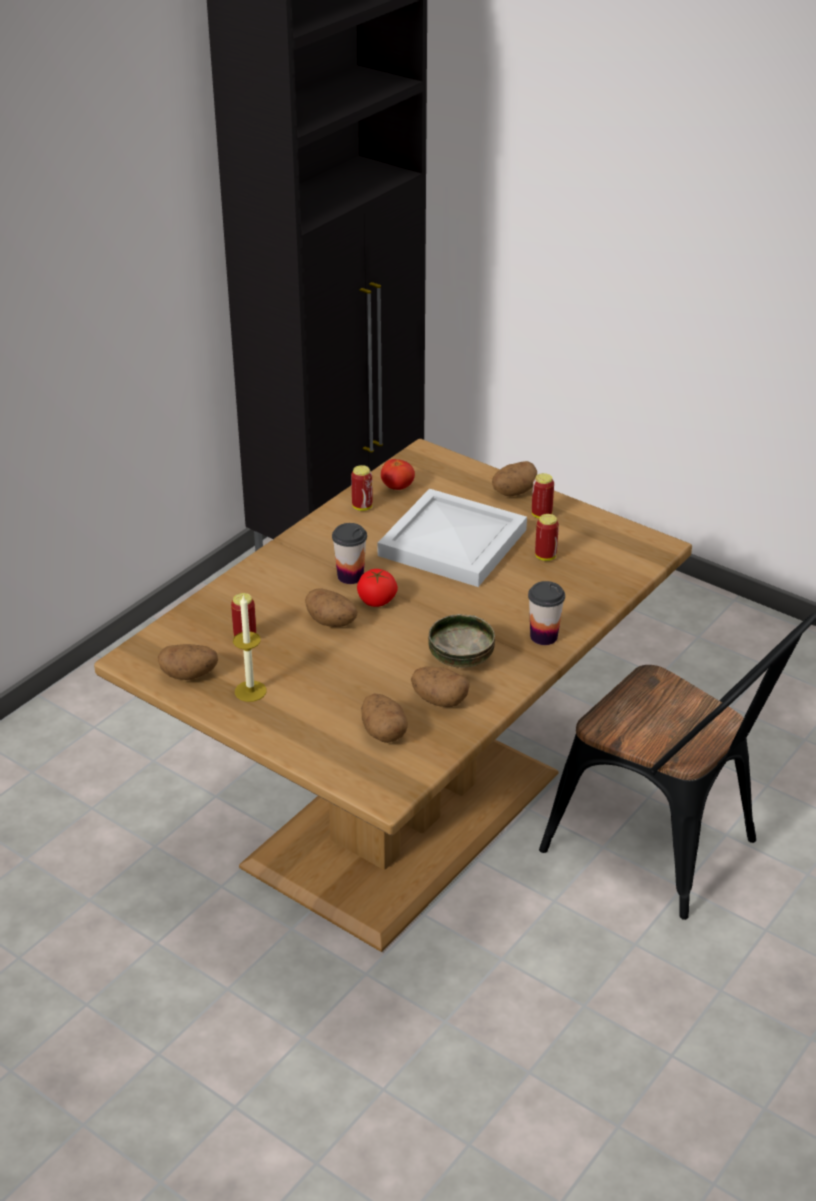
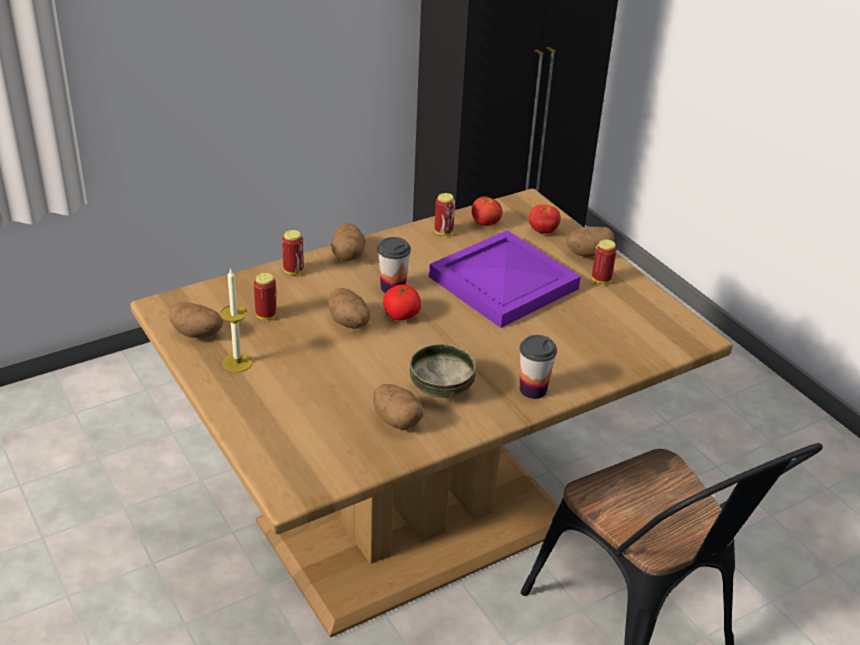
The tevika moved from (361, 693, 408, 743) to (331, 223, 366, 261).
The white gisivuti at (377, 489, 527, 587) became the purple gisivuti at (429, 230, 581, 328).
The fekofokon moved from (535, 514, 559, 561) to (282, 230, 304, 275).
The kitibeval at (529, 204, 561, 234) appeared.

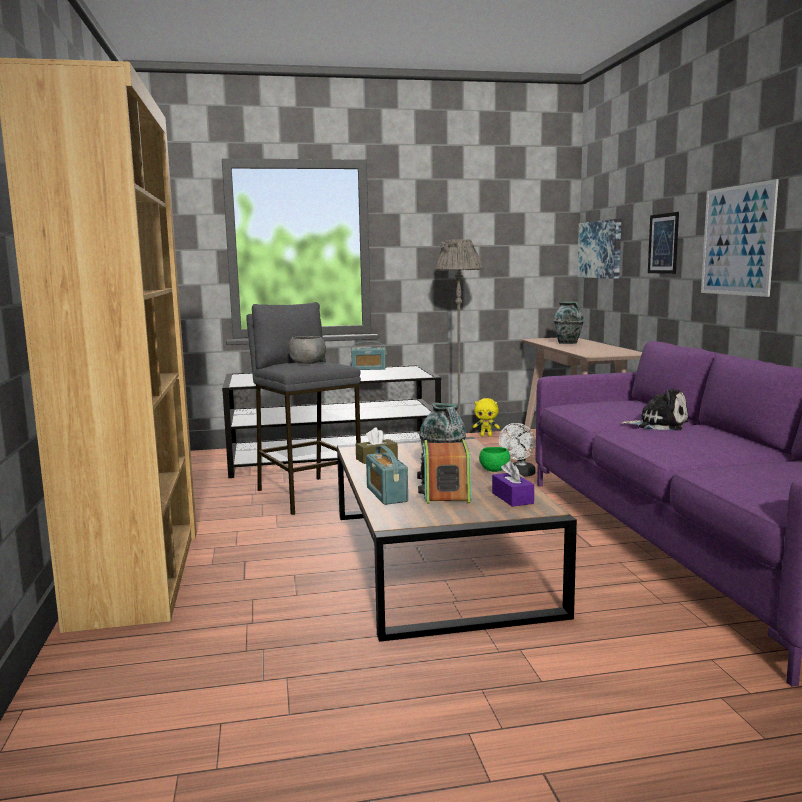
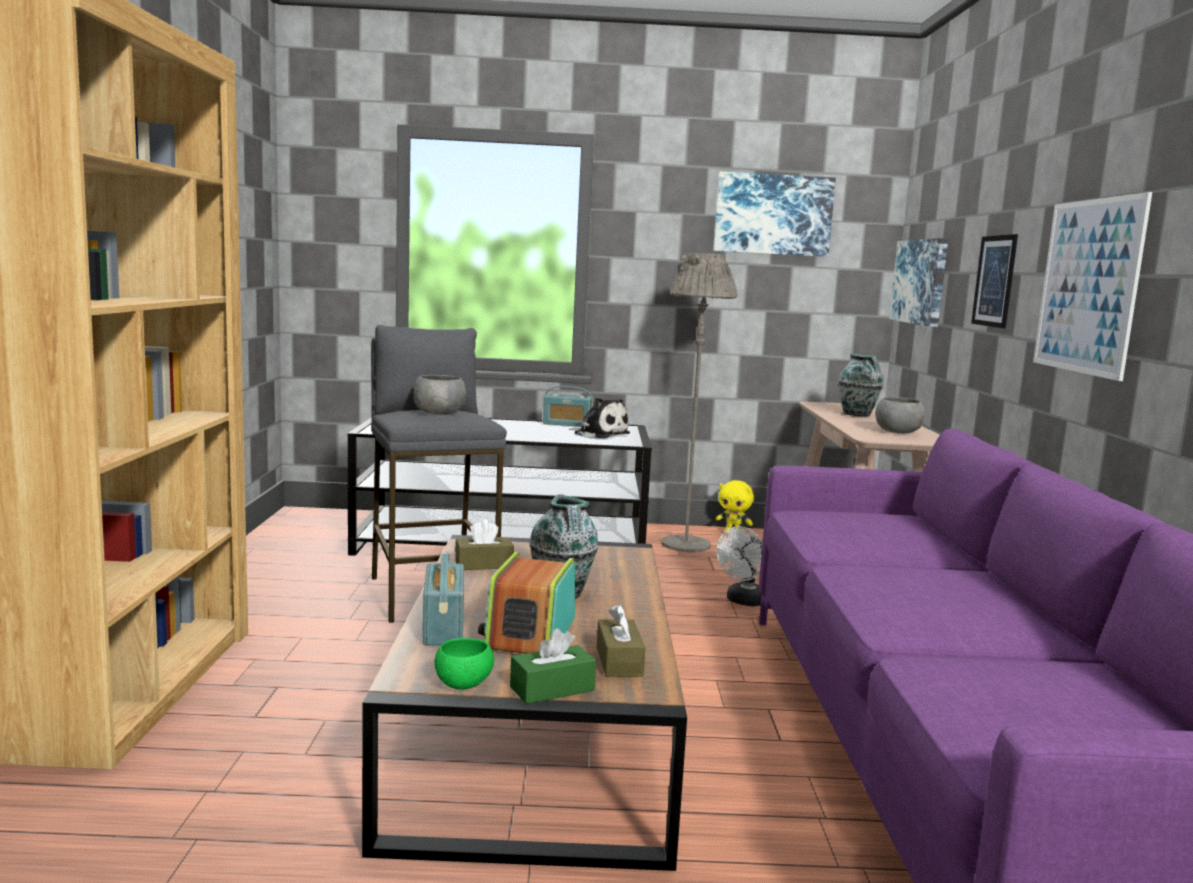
The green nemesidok moved from (479, 447, 510, 472) to (434, 638, 494, 689).
The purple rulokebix at (492, 461, 534, 507) became the brown rulokebix at (597, 604, 646, 677).
The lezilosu moved from (621, 388, 688, 430) to (569, 398, 630, 439).
The green rulokebix at (510, 628, 596, 704) appeared.
The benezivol at (713, 172, 836, 257) appeared.
The grey nemesidok at (875, 397, 925, 434) appeared.

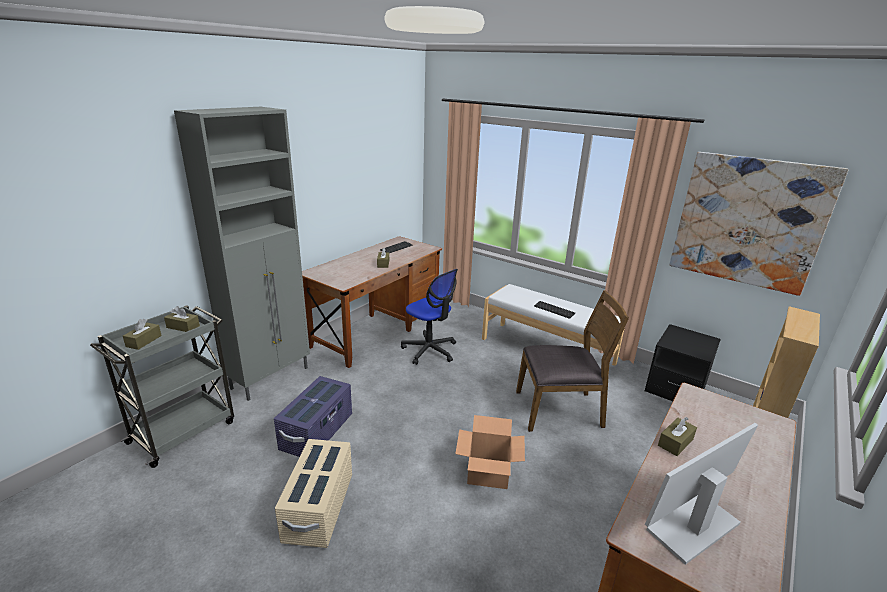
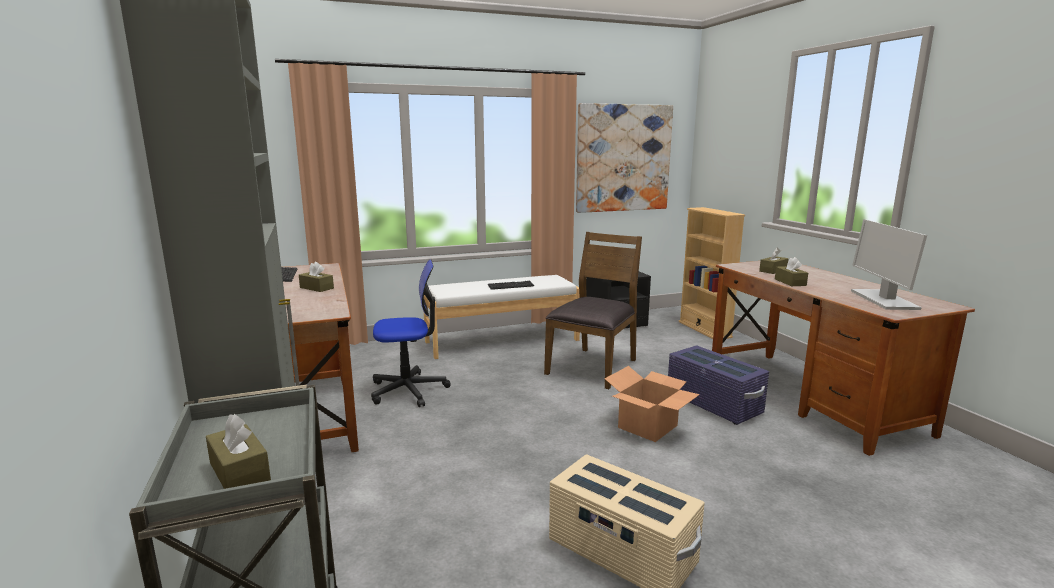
The brown rulokebix moved from (164, 306, 200, 332) to (759, 248, 789, 274).
The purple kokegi moved from (274, 376, 352, 457) to (668, 346, 769, 425).

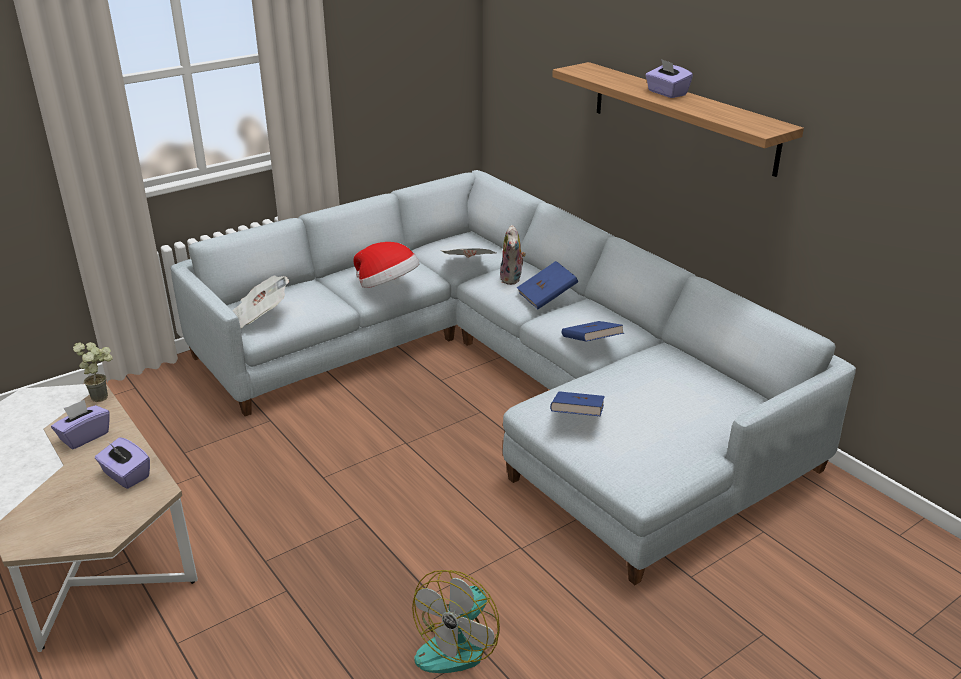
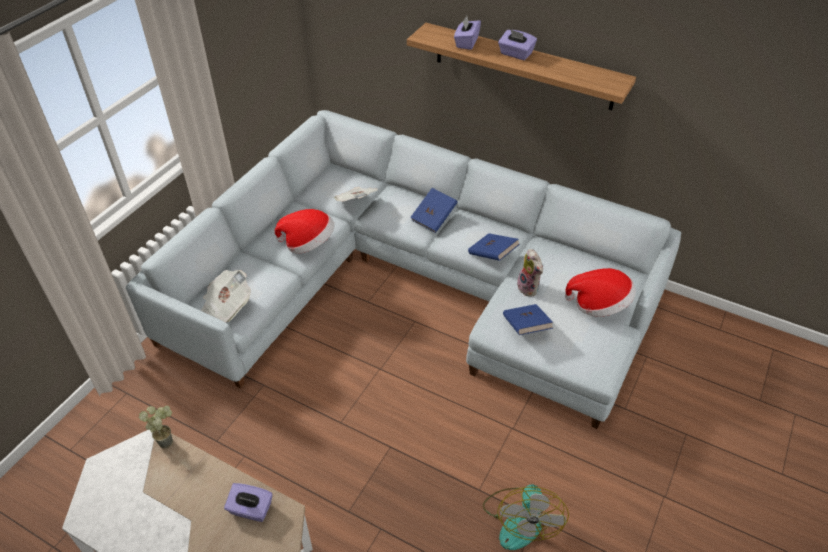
The purple rulokebix moved from (51, 399, 110, 450) to (454, 16, 481, 50).
The lezilosu moved from (500, 225, 526, 285) to (517, 249, 543, 297).
The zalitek at (565, 268, 636, 317) appeared.

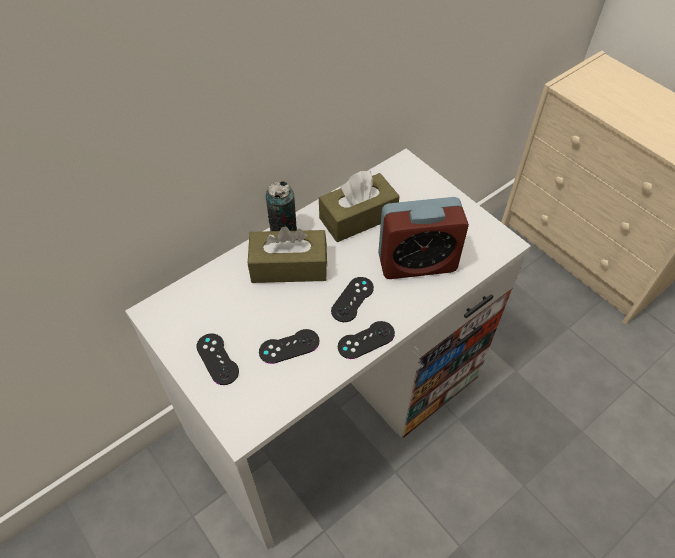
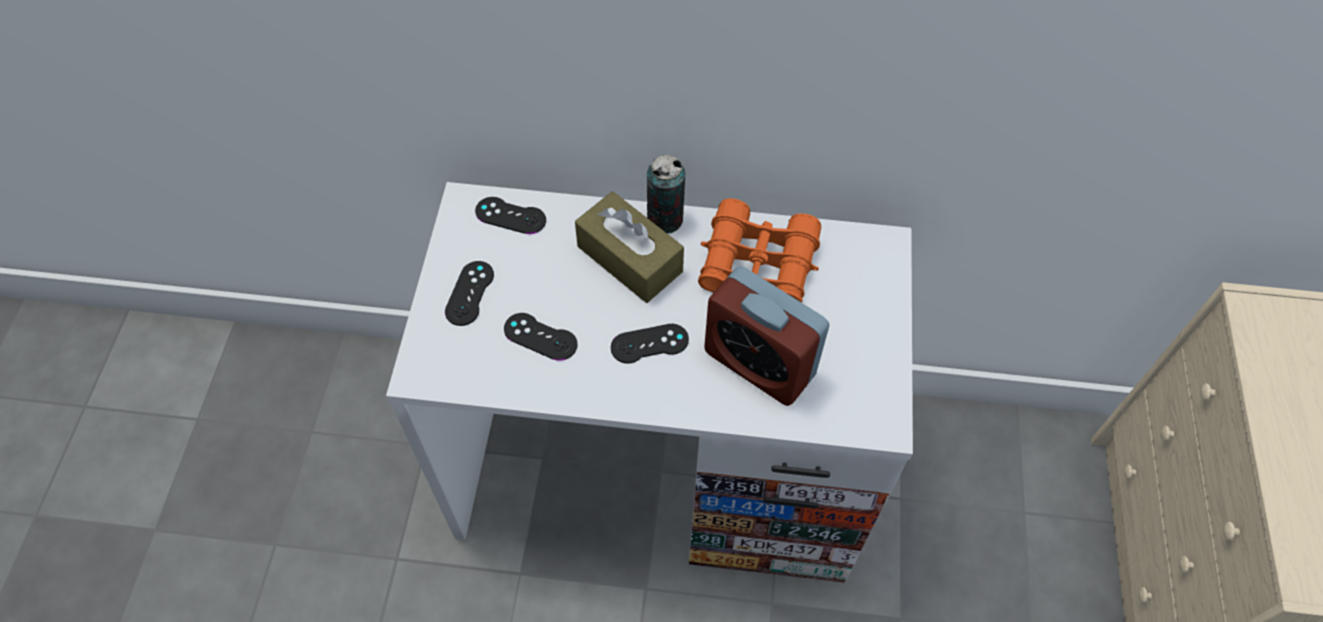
The brown rulokebix at (319, 170, 400, 242) was replaced by the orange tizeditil at (698, 198, 821, 303).
The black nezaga moved from (338, 321, 395, 359) to (475, 197, 546, 234).

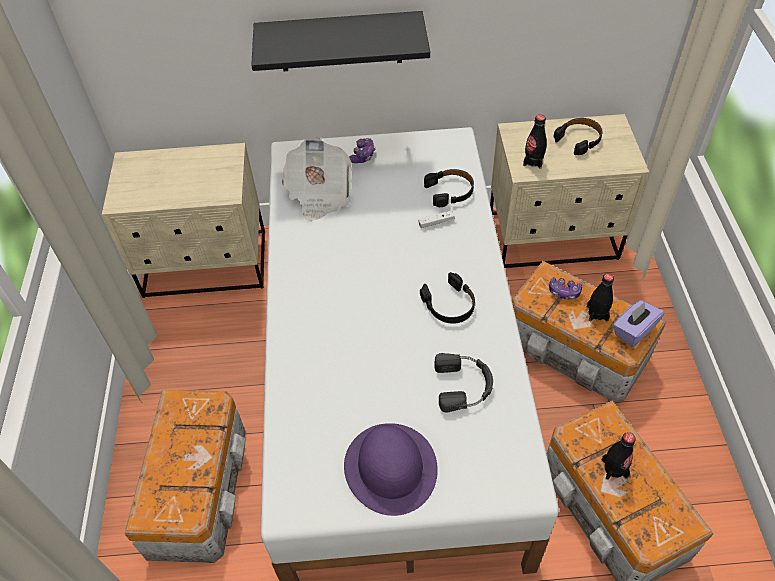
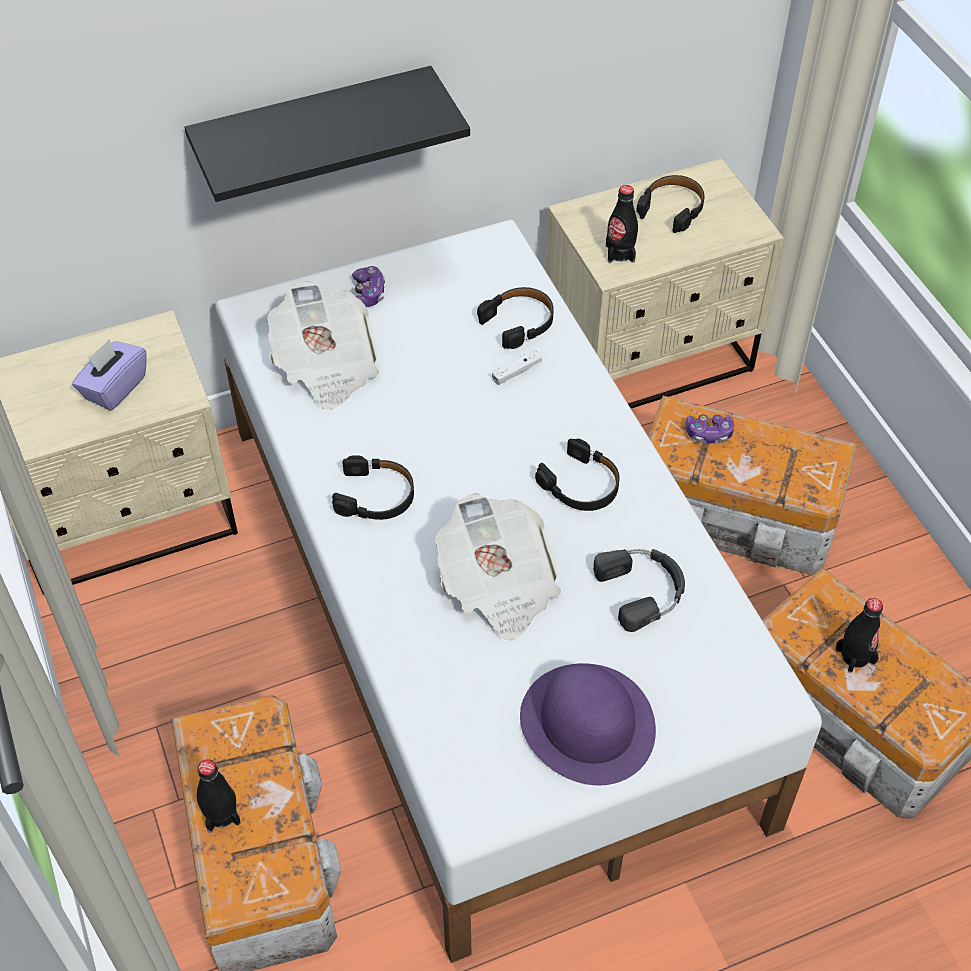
The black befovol moved from (587, 273, 614, 321) to (197, 759, 241, 833).
The purple rulokebix moved from (613, 300, 664, 347) to (72, 340, 146, 411).
The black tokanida at (332, 455, 414, 520) appeared.
The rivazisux at (435, 493, 561, 640) appeared.

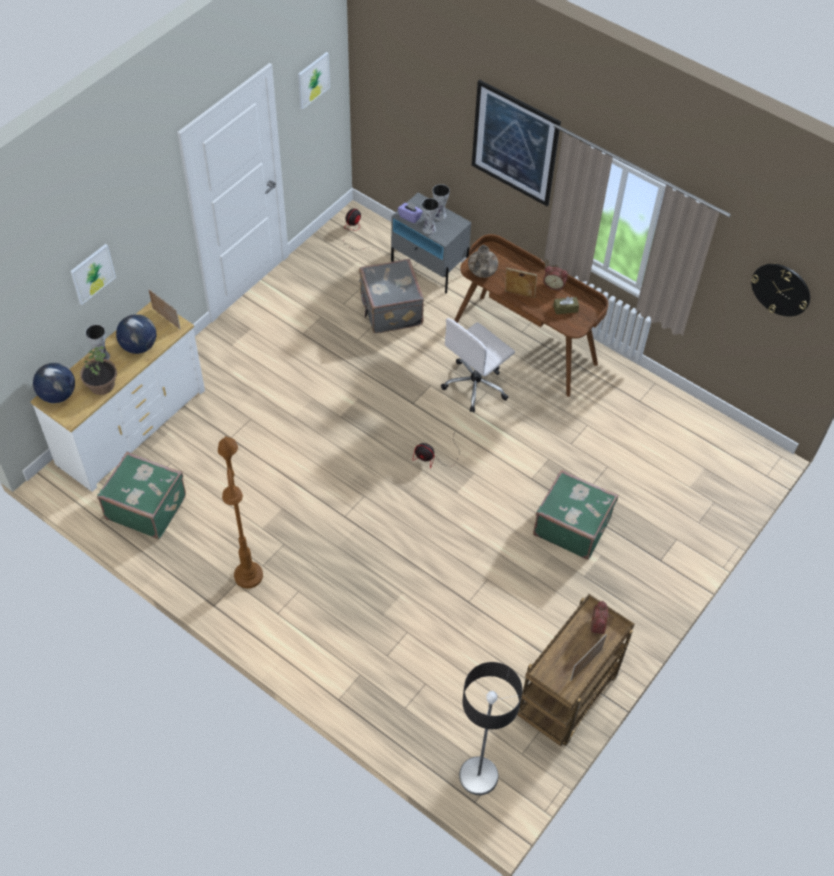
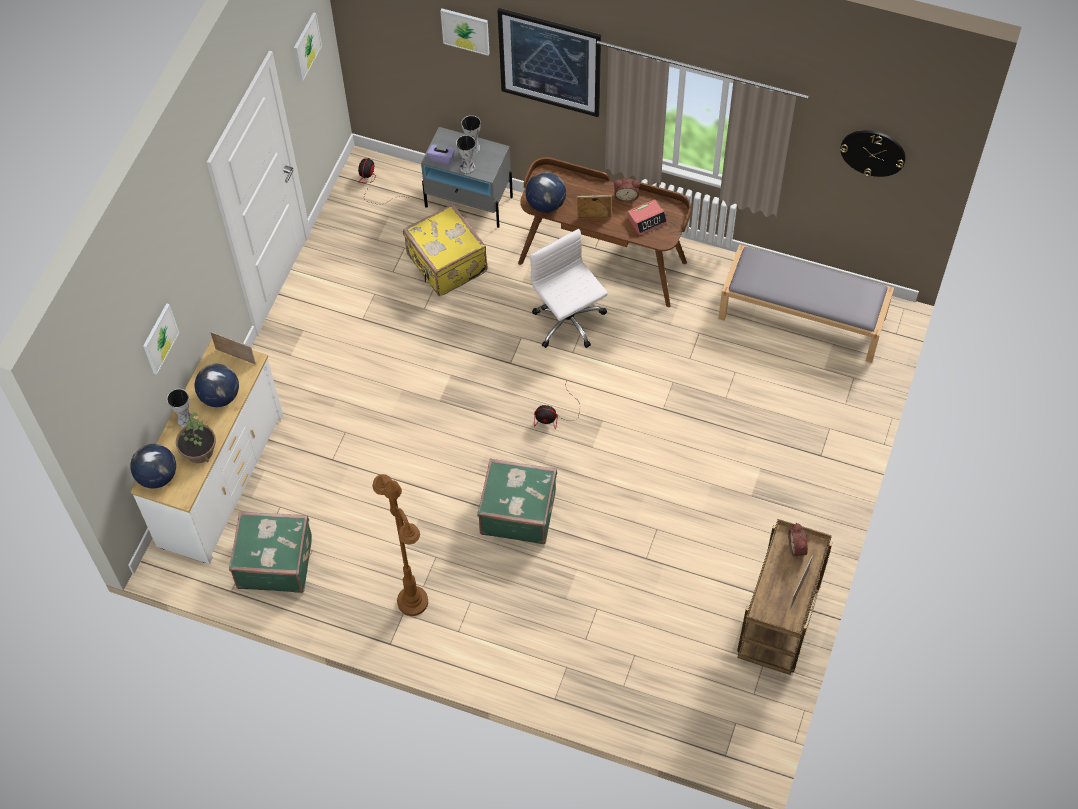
The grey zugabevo at (359, 259, 424, 334) became the yellow zugabevo at (403, 204, 488, 296).
The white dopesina at (441, 318, 515, 412) turned 120 degrees clockwise.
The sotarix at (459, 662, 522, 795) disappeared.
The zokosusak at (468, 245, 498, 278) was replaced by the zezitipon at (526, 172, 566, 213).
The green zugabevo moved from (533, 470, 618, 560) to (477, 458, 557, 544).
The brown rulokebix at (553, 297, 579, 315) was replaced by the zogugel at (627, 199, 668, 235).
The benezivol at (440, 8, 490, 56) appeared.
The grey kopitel at (718, 244, 894, 363) appeared.

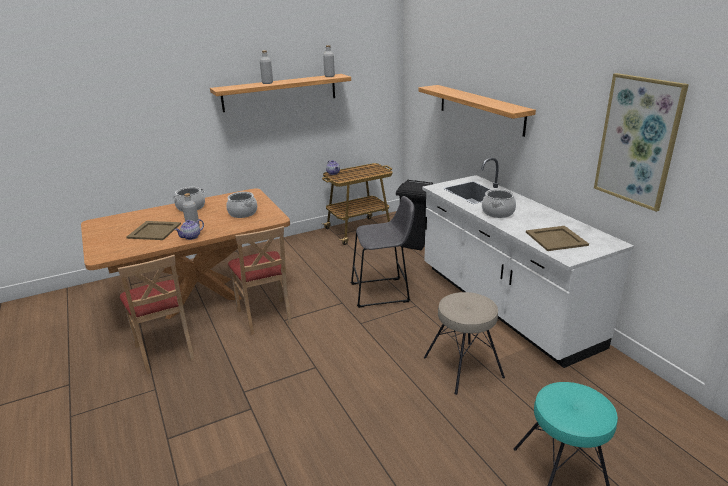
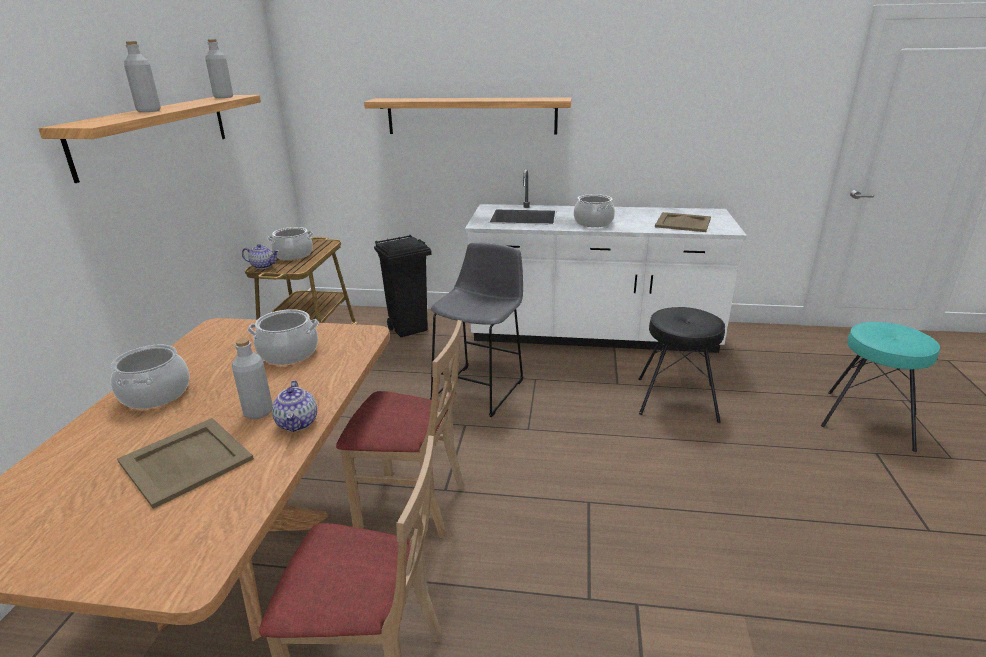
The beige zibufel at (424, 292, 505, 395) became the black zibufel at (638, 307, 725, 423).
The benezivol at (594, 73, 689, 212) disappeared.
The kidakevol at (267, 227, 313, 260) appeared.

